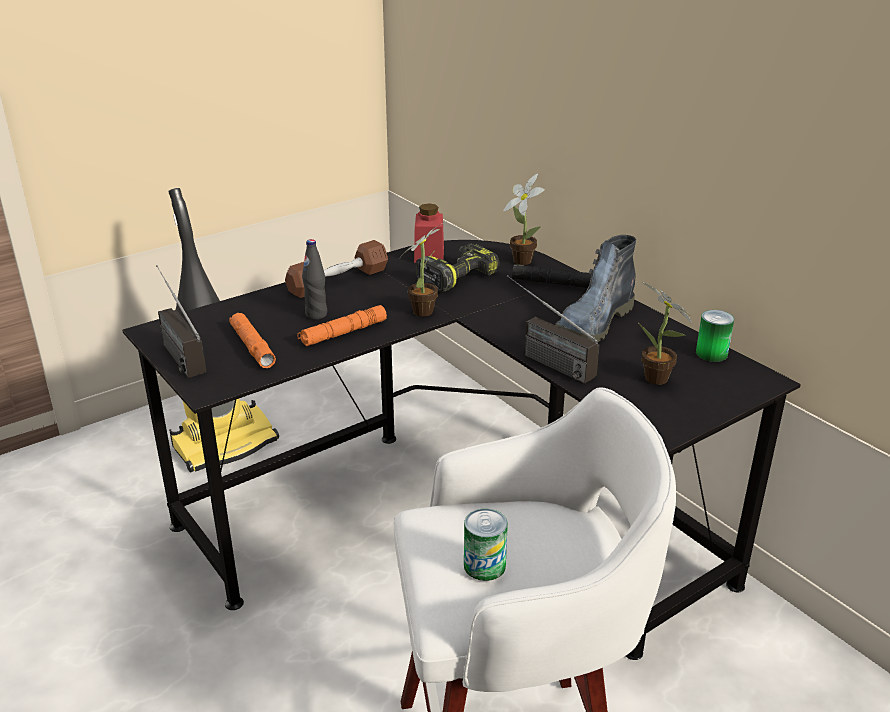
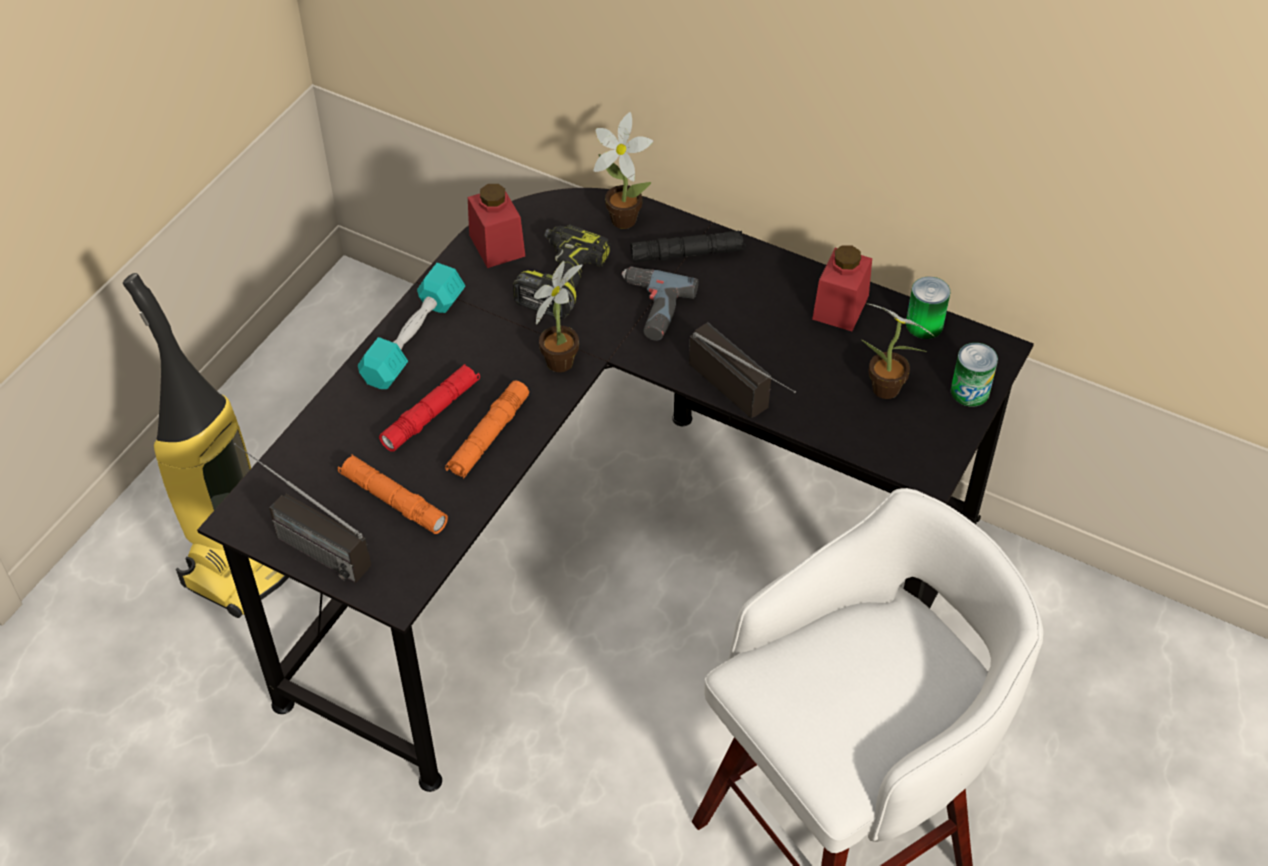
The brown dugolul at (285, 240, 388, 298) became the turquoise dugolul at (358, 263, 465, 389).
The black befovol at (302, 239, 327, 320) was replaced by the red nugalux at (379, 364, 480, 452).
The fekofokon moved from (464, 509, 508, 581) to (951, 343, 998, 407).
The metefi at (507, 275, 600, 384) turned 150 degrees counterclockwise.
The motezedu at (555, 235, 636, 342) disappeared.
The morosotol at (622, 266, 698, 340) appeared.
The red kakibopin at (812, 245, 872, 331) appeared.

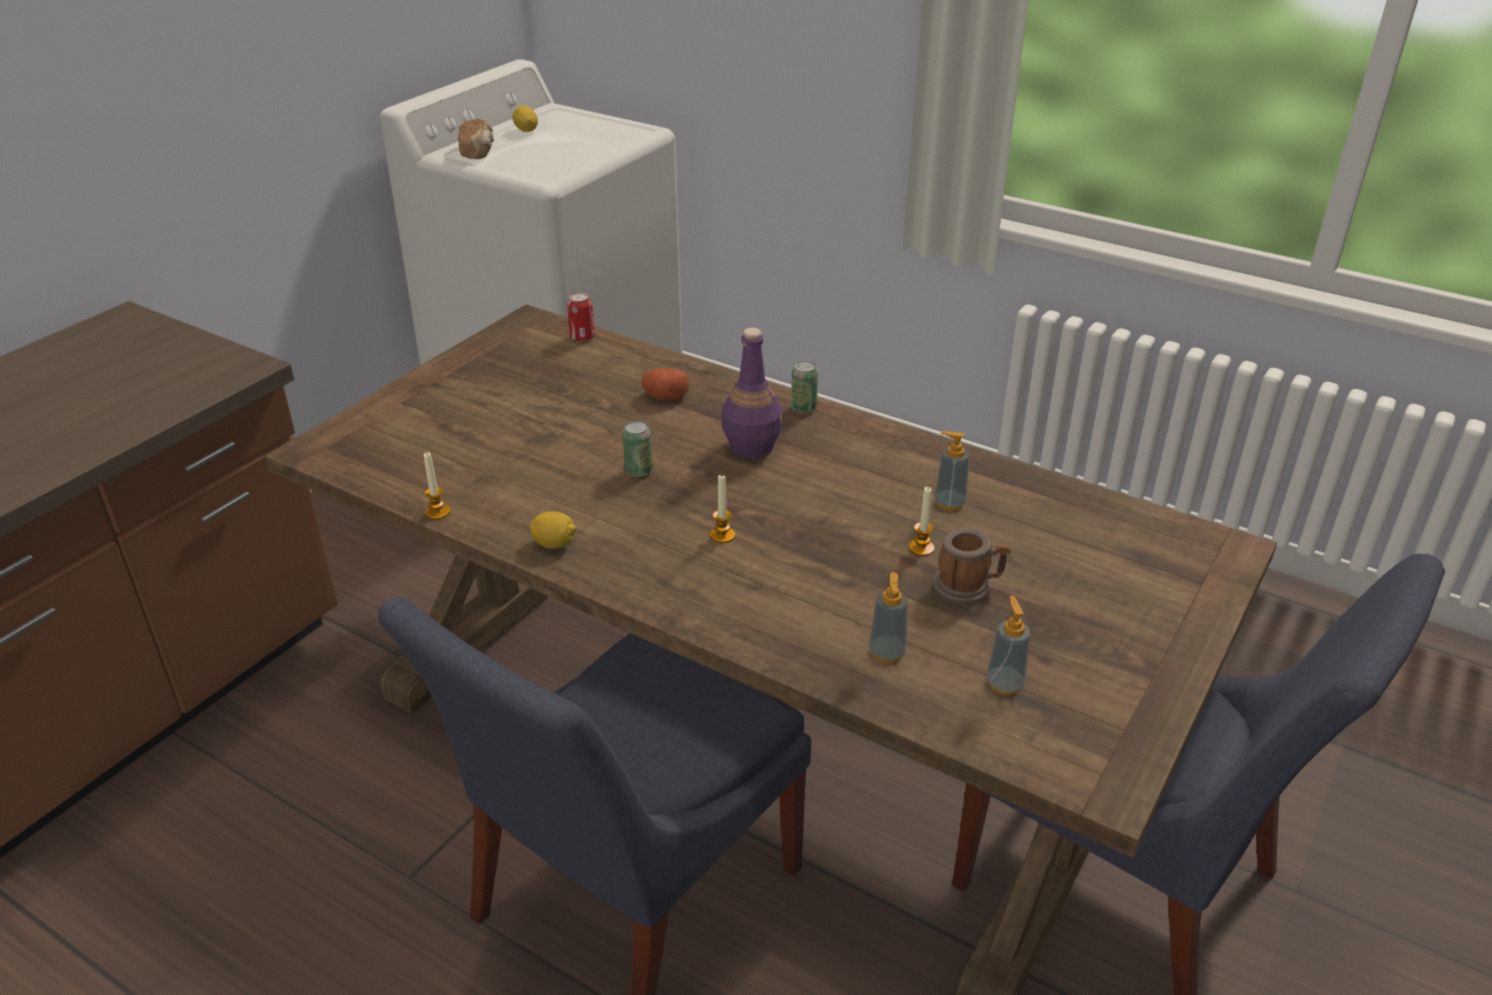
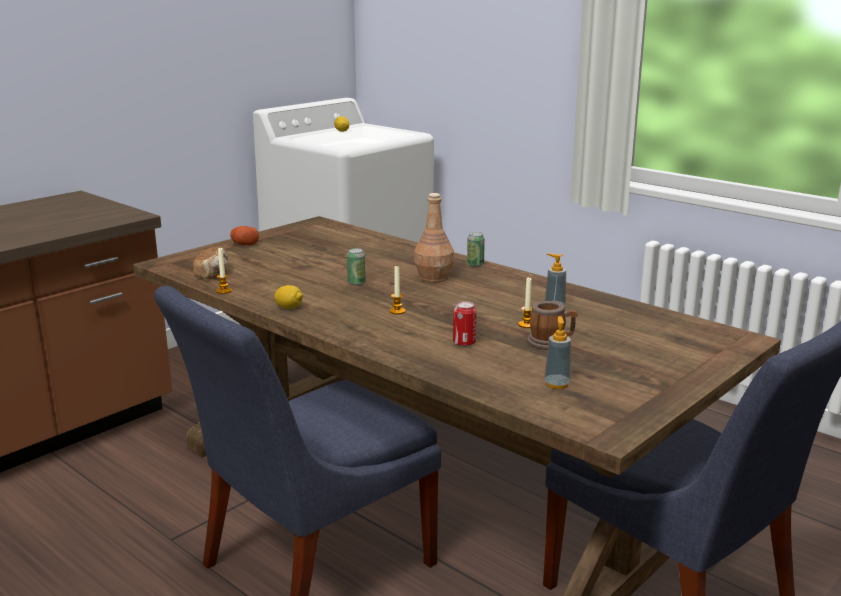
The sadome moved from (458, 119, 494, 159) to (193, 247, 228, 280).
The fekofokon moved from (567, 292, 595, 342) to (453, 301, 476, 347).
The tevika moved from (641, 368, 689, 400) to (230, 226, 259, 245).
The purple befovol at (721, 328, 783, 459) became the brown befovol at (414, 193, 454, 283).
The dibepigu at (869, 572, 908, 663) disappeared.

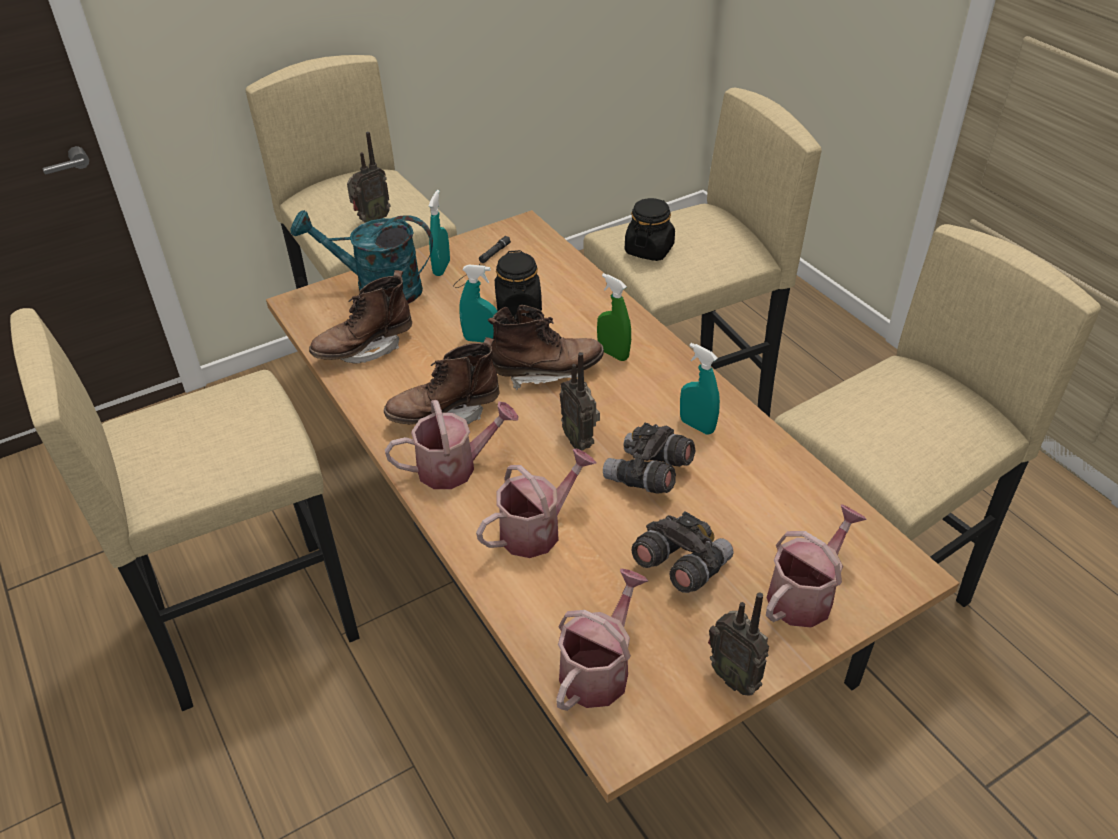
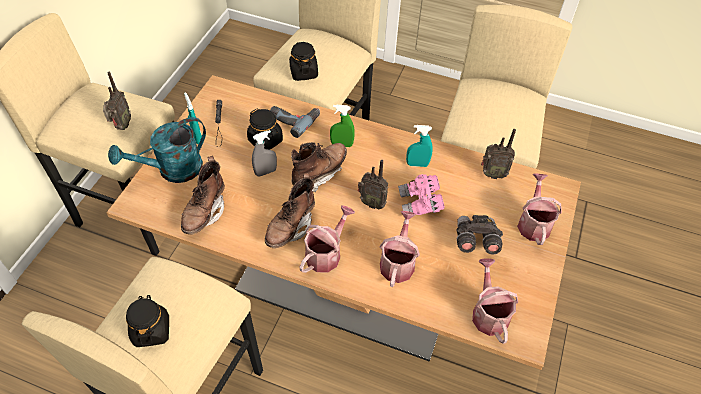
The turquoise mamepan at (459, 264, 498, 343) became the grey mamepan at (252, 130, 277, 177).
The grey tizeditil at (603, 423, 696, 493) became the pink tizeditil at (398, 174, 445, 215).
The metefi moved from (708, 592, 769, 696) to (481, 129, 516, 179).
The black kakibopin at (126, 295, 169, 347) appeared.
The morosotol at (270, 106, 320, 138) appeared.

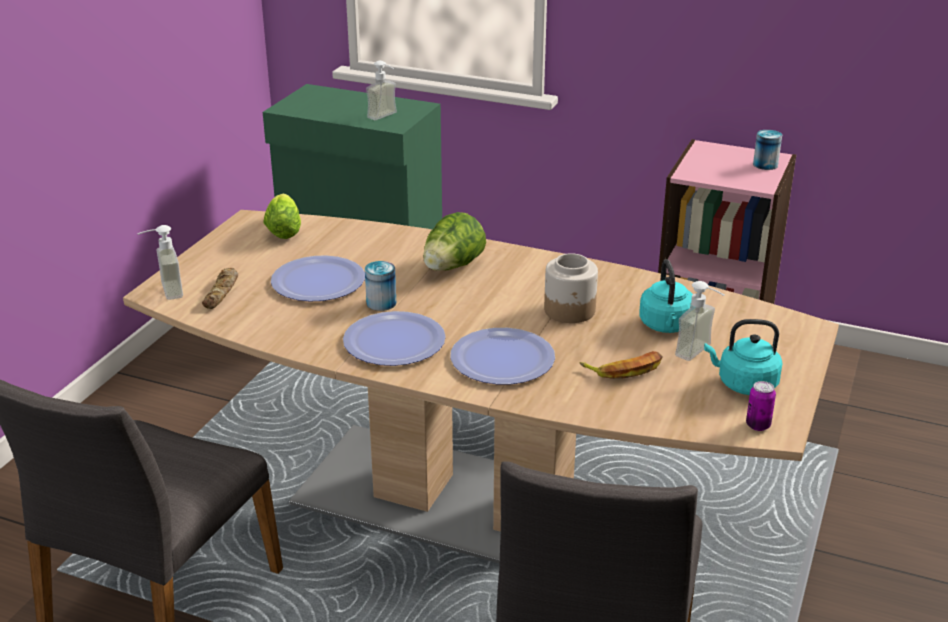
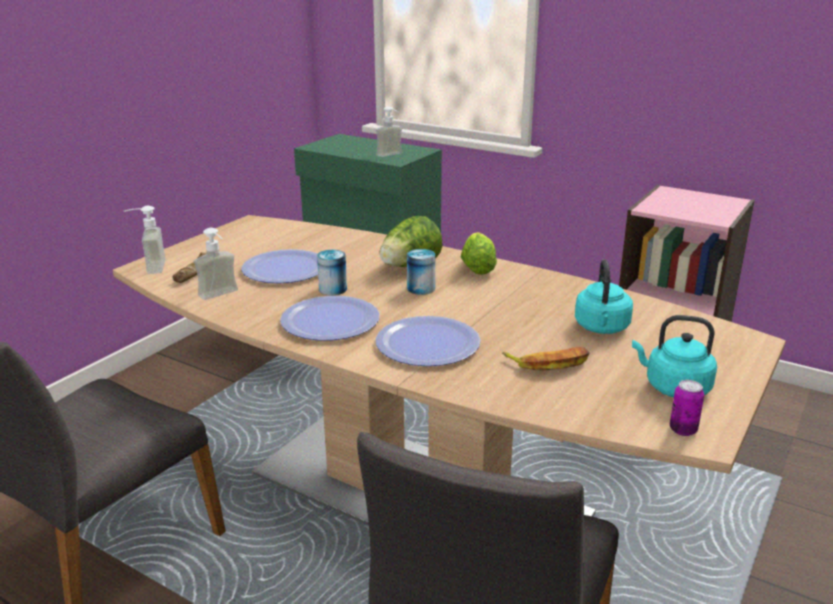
The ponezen moved from (263, 194, 301, 239) to (461, 232, 497, 275).
The kakibopin at (544, 253, 598, 323) disappeared.
The dibepigu moved from (675, 281, 724, 361) to (193, 228, 238, 300).
The fekofokon moved from (753, 130, 782, 170) to (407, 249, 435, 295).

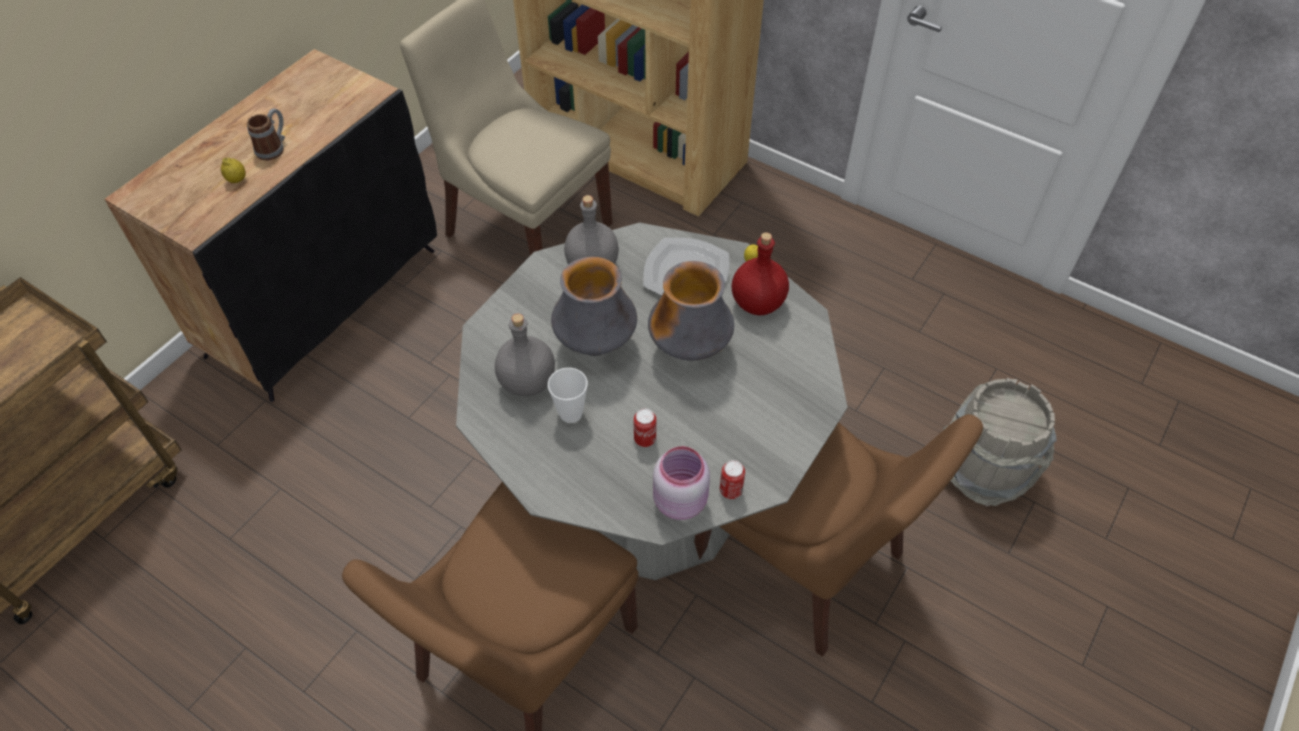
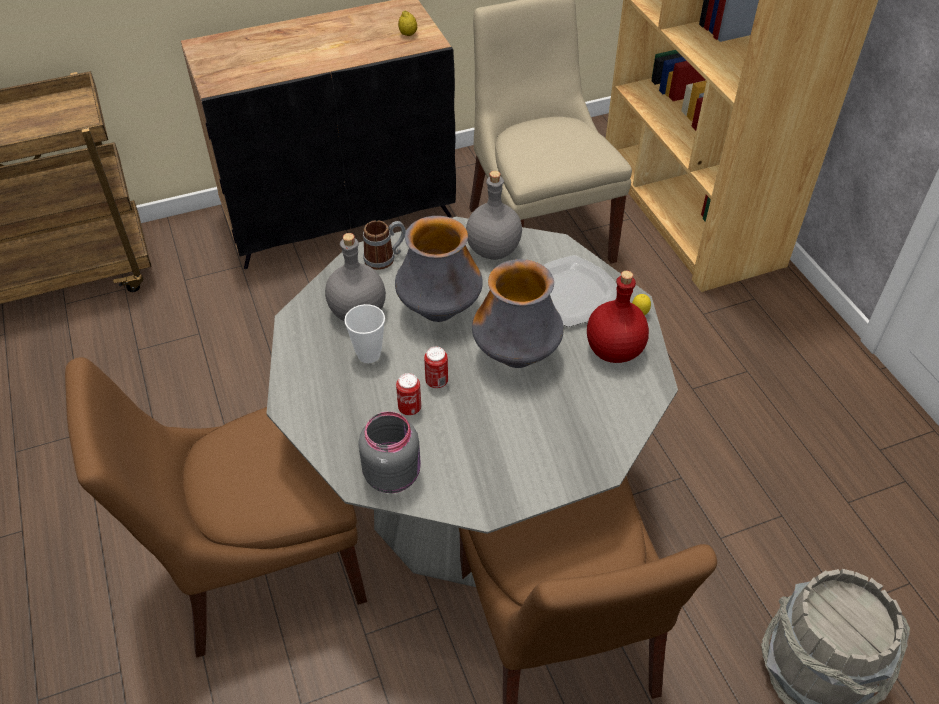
The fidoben moved from (221, 158, 246, 183) to (398, 11, 417, 36).
The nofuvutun moved from (247, 108, 285, 160) to (363, 220, 406, 270).
The pink kakibopin at (653, 446, 710, 520) became the grey kakibopin at (358, 412, 421, 493).
The fekofokon moved from (720, 460, 745, 499) to (424, 347, 448, 389).

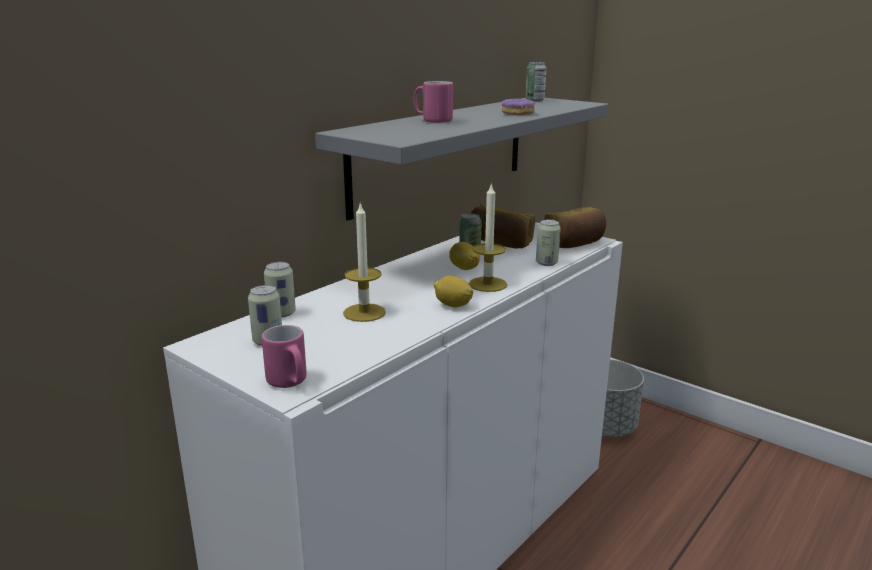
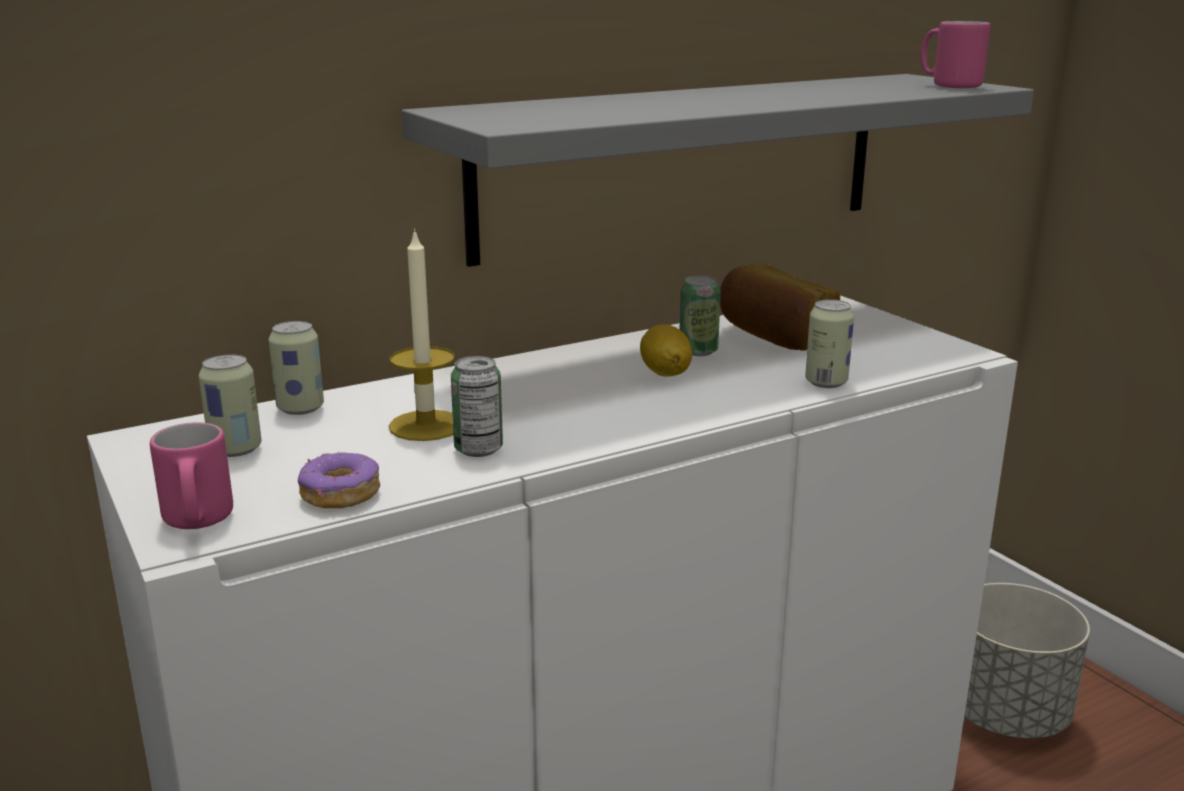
The pink nofuvutun moved from (413, 81, 453, 123) to (921, 21, 990, 88).
The fidoben at (433, 276, 473, 307) disappeared.
The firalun at (469, 182, 507, 292) disappeared.
The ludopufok moved from (502, 99, 535, 115) to (298, 452, 380, 508).
The fekofokon moved from (525, 62, 546, 102) to (451, 356, 503, 457).
The sadome at (544, 207, 606, 248) disappeared.

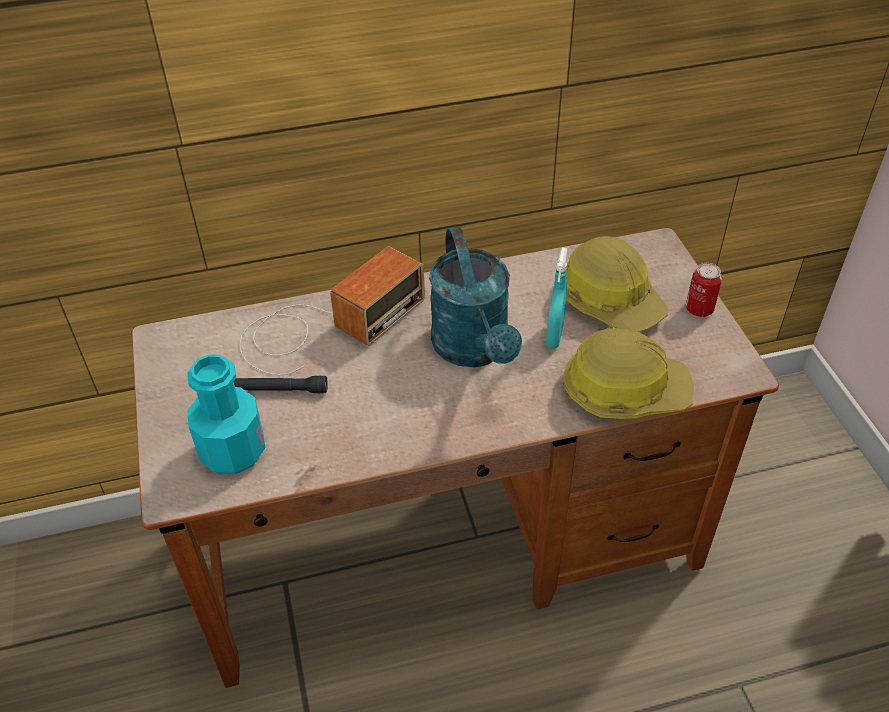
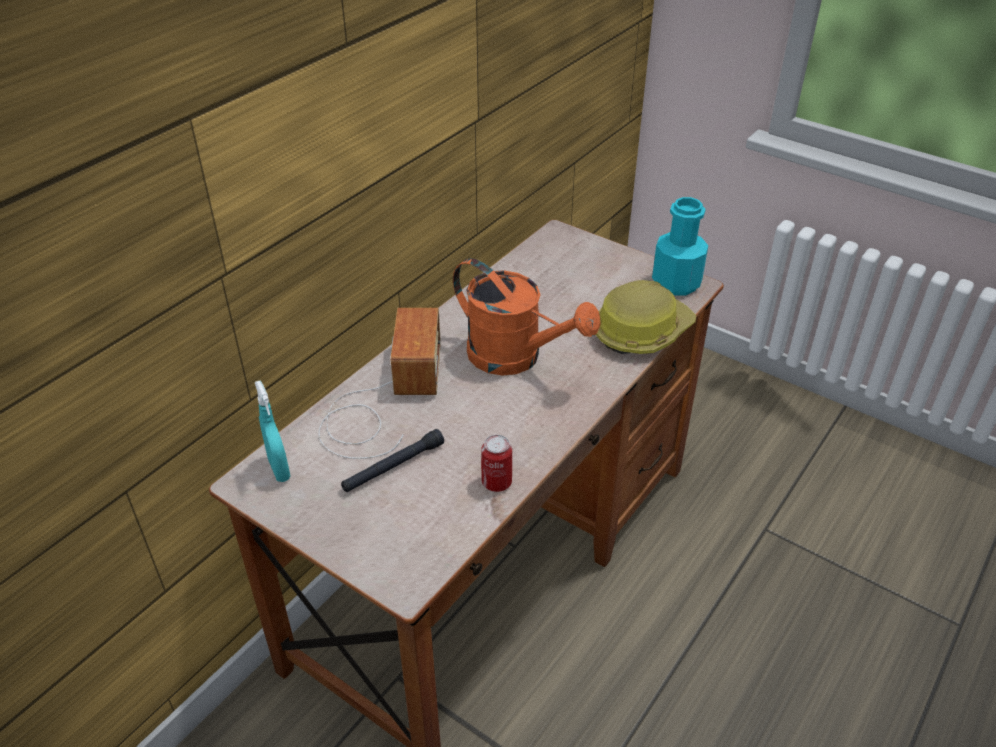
The turquoise befovol moved from (187, 354, 265, 474) to (652, 197, 708, 295).
The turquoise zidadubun at (429, 227, 522, 367) became the orange zidadubun at (453, 258, 601, 376).
The turquoise mamepan moved from (546, 247, 568, 349) to (255, 380, 290, 482).
The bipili at (566, 236, 668, 332) disappeared.
The fekofokon moved from (686, 263, 722, 317) to (481, 435, 512, 492).

